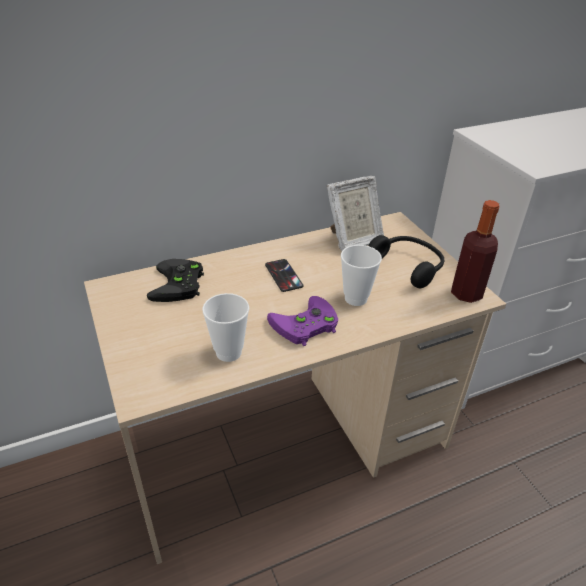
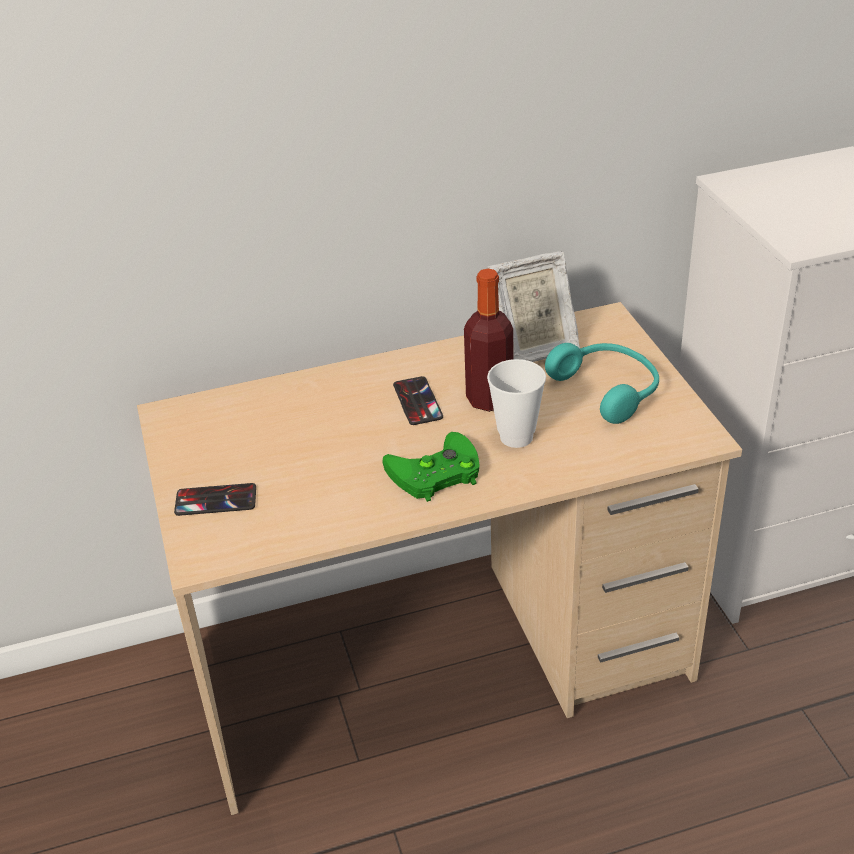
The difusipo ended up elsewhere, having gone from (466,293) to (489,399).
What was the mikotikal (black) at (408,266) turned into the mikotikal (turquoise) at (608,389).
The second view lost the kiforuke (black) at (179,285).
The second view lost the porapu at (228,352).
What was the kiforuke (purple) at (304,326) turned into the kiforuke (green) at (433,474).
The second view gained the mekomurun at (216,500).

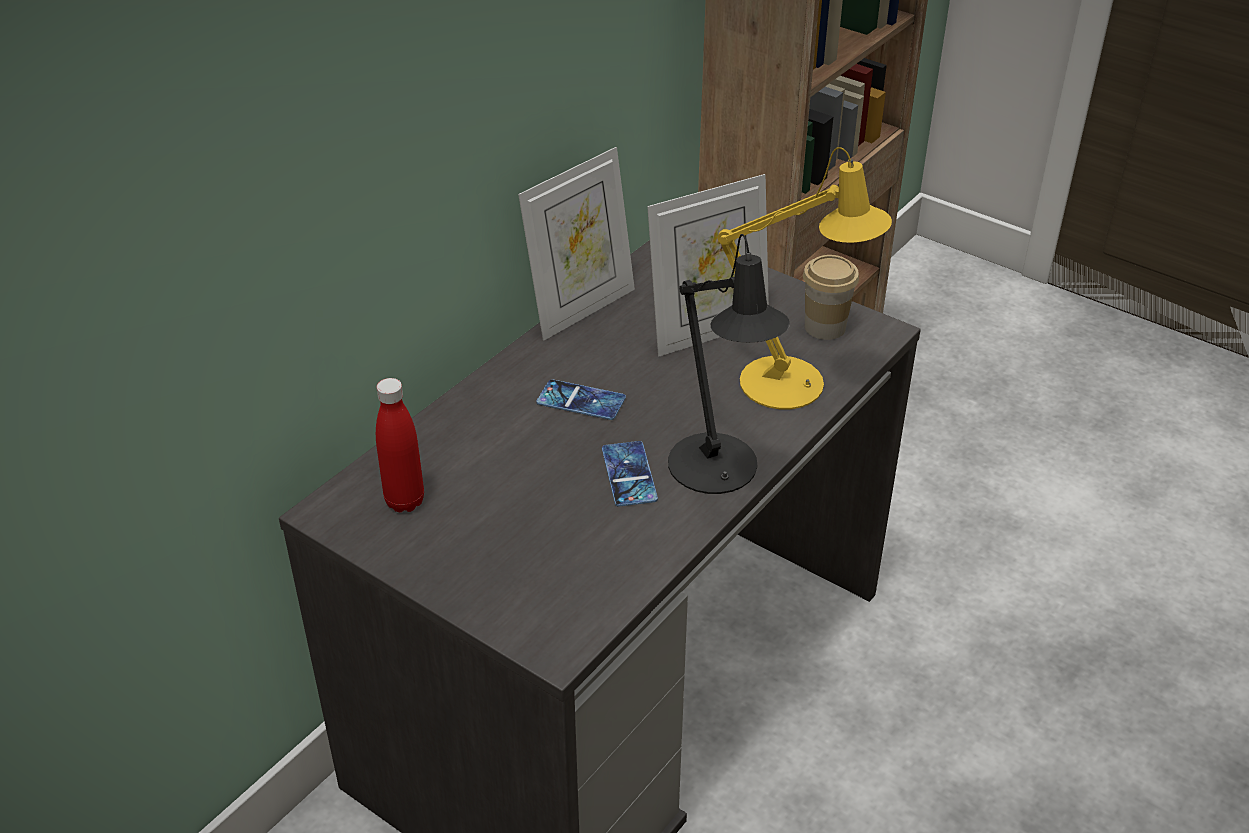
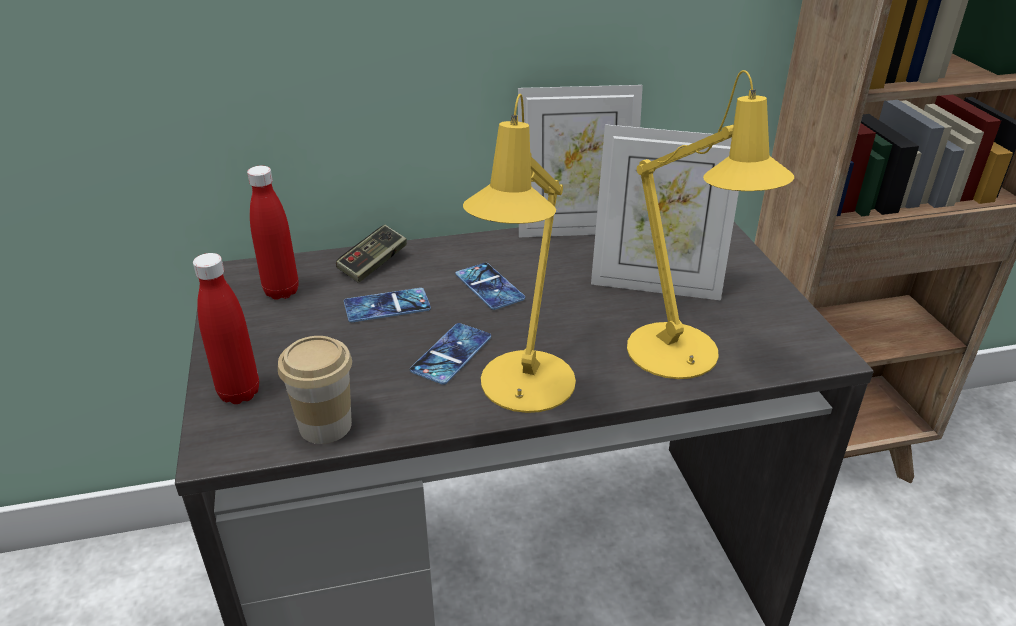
What was the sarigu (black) at (718,472) turned into the sarigu (yellow) at (523,390).
The porapu ended up elsewhere, having gone from (825,327) to (325,425).
The second view gained the kiforuke at (373,264).
The second view gained the difusipo (red) at (239,393).
The second view gained the mekomurun at (387,306).

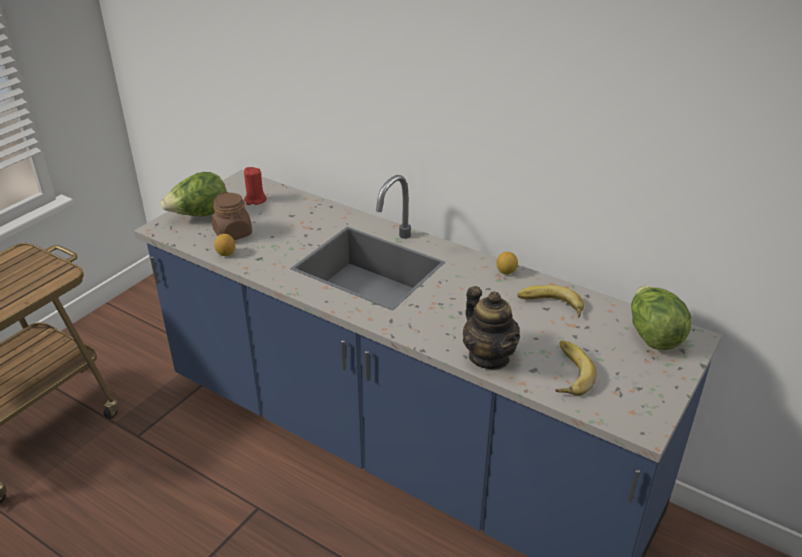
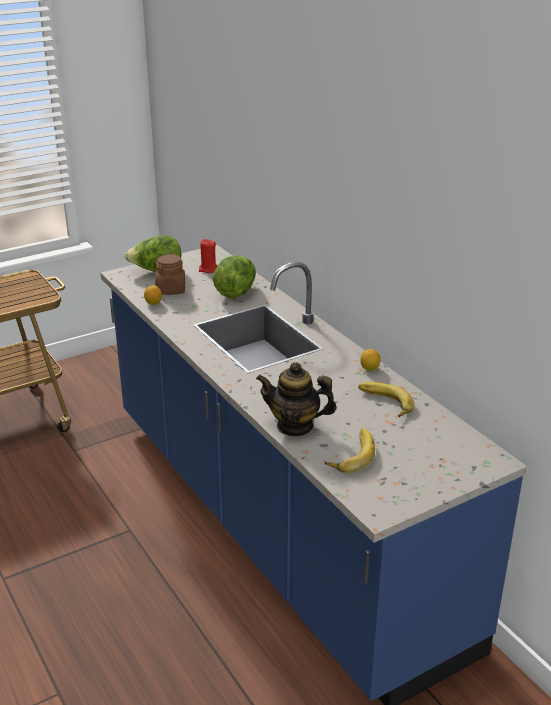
The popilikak at (489,357) ended up facing another way, 105 degrees clockwise from before.
The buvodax ended up elsewhere, having gone from (652,335) to (236,291).

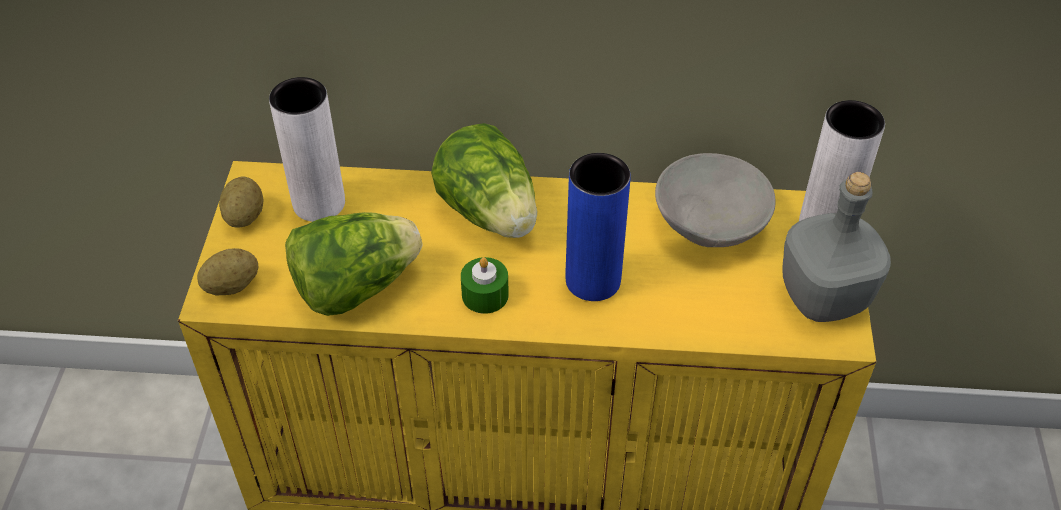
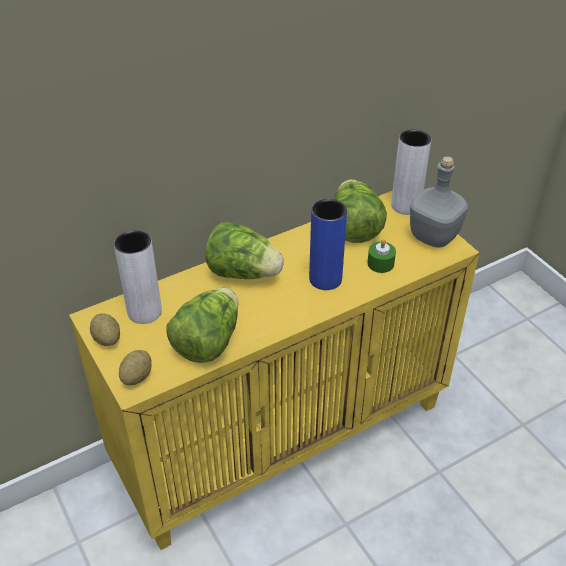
Where the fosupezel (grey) stood at (710,223), the buvodax came to stand at (354,228).
The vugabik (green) ended up elsewhere, having gone from (485,295) to (380,263).

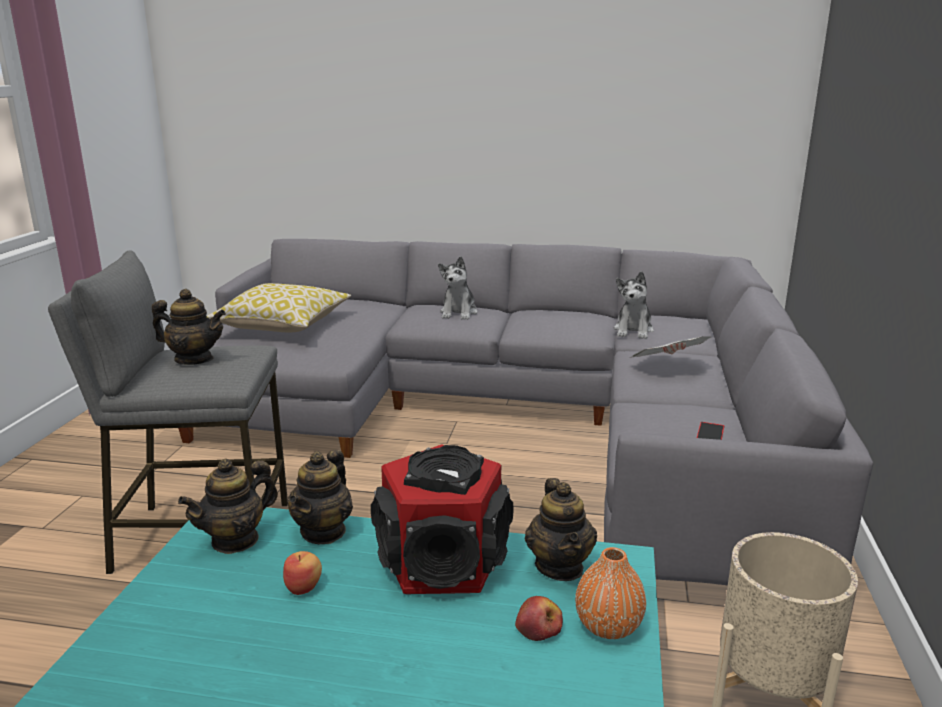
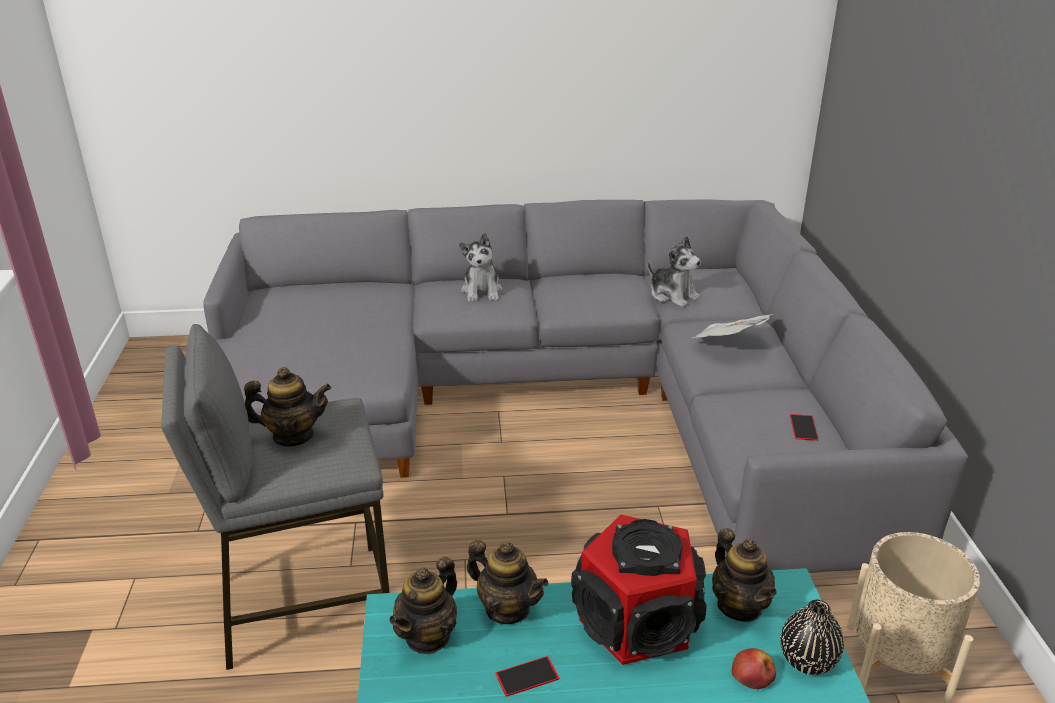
The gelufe at (633,331) ended up facing another way, 45 degrees counterclockwise from before.
The second view lost the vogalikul at (283,325).
The popilikak at (323,531) ended up facing another way, 60 degrees counterclockwise from before.
What was the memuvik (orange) at (608,626) turned into the memuvik (black) at (807,661).
Where the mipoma stood at (303,587), the mekomurun came to stand at (527,676).

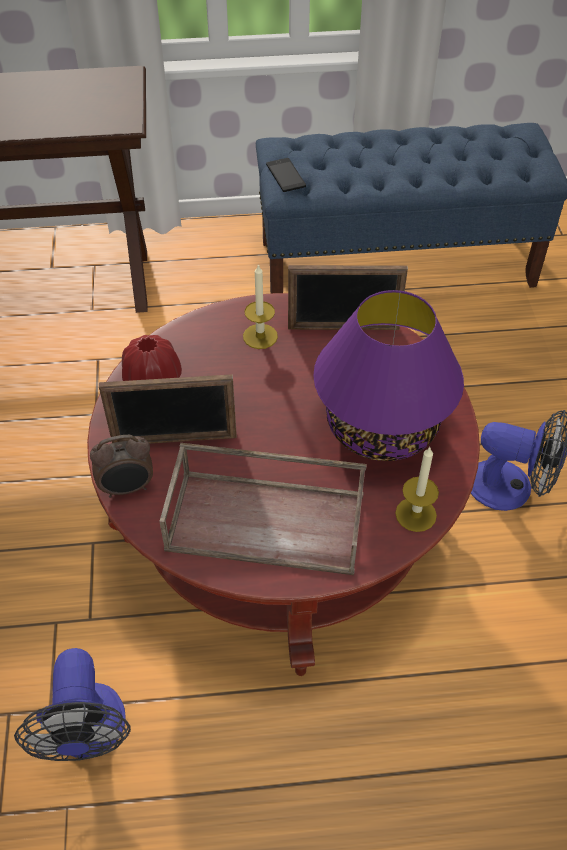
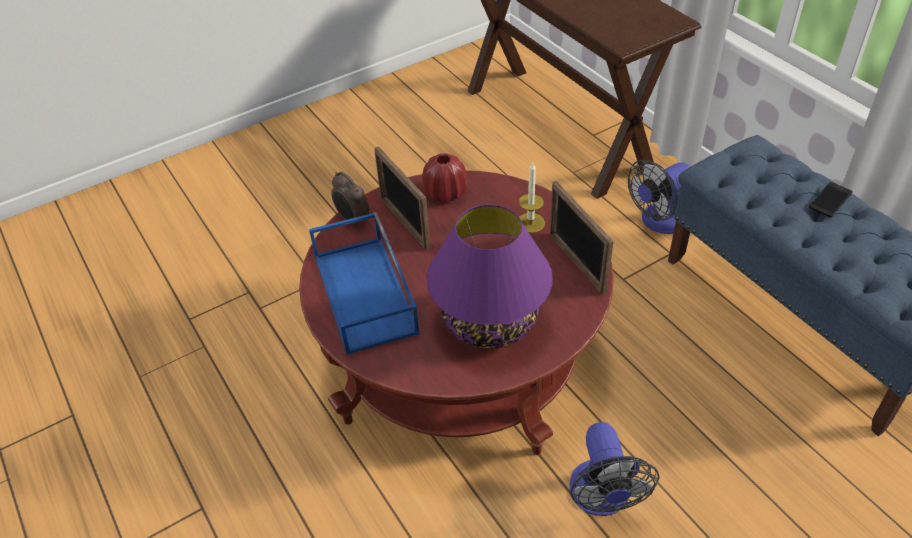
The mekomurun ended up elsewhere, having gone from (285,175) to (830,200).
What was the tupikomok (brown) at (268,520) turned into the tupikomok (blue) at (366,294).
The second view lost the vugabik at (415,514).
The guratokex ended up elsewhere, having gone from (89,735) to (658,222).

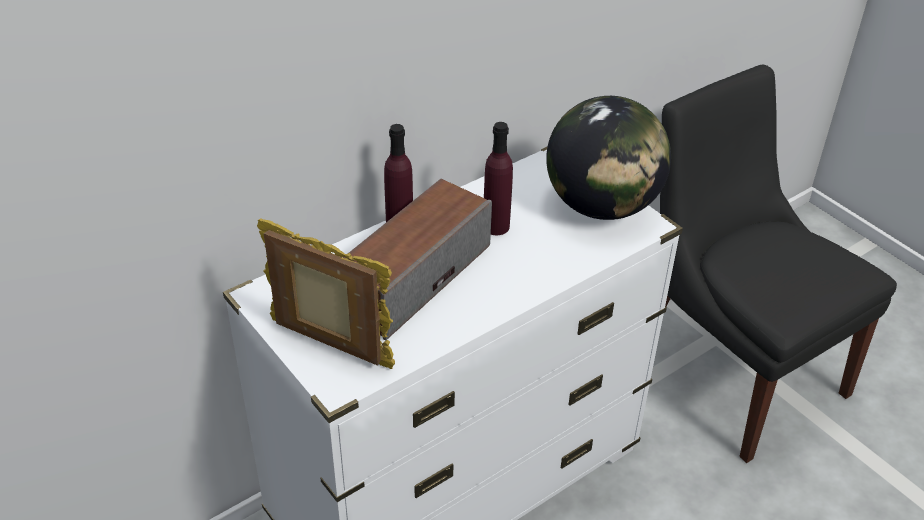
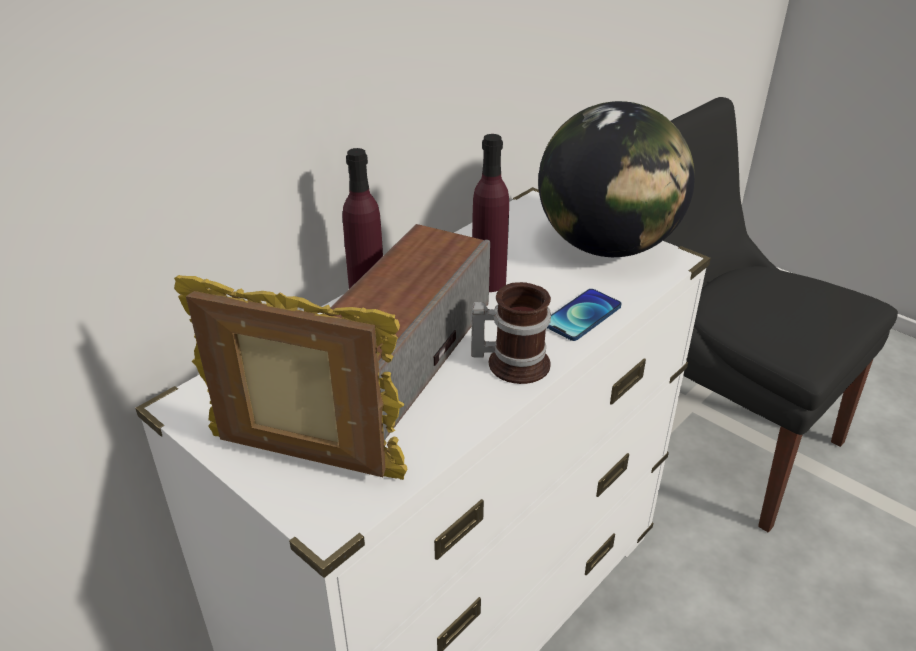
The second view gained the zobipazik at (512,362).
The second view gained the mekomurun at (582,316).

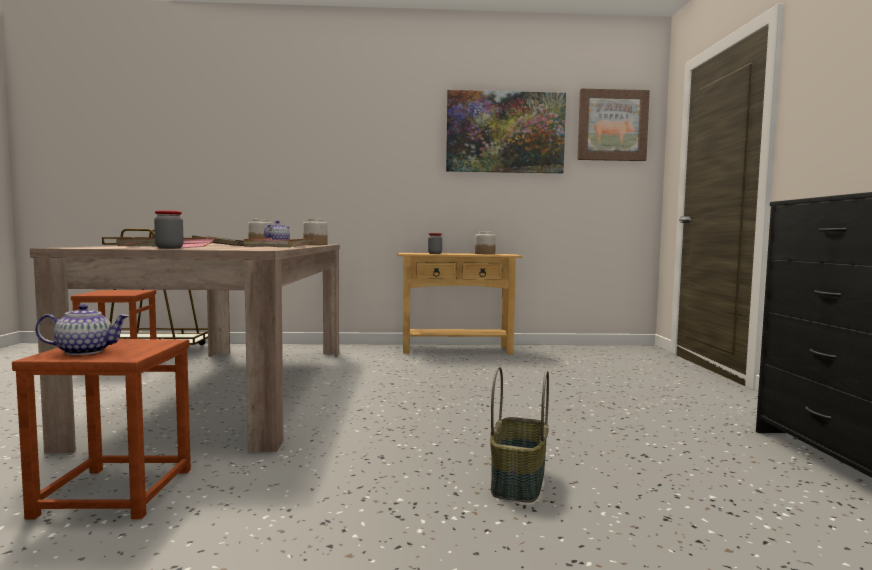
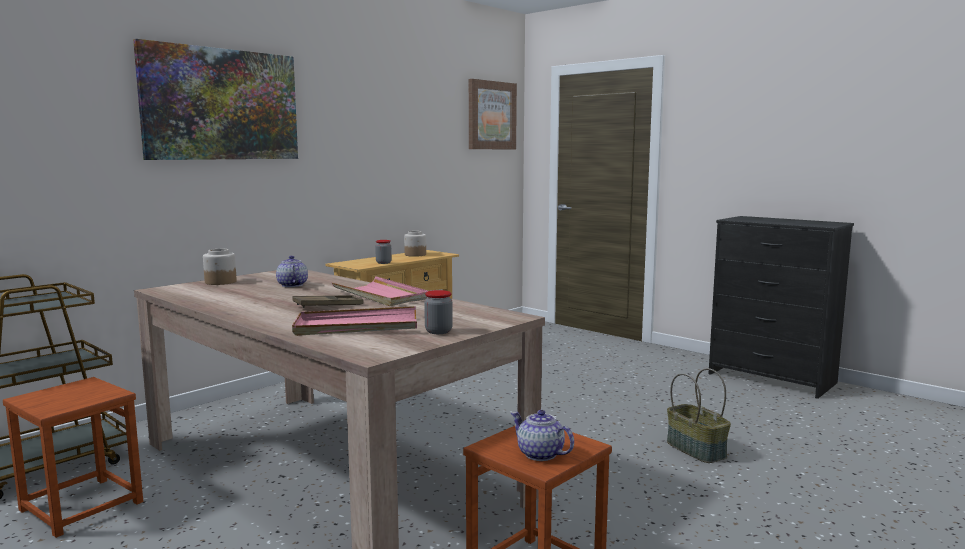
The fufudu ended up elsewhere, having gone from (505,132) to (222,104).
The second view lost the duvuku at (315,244).
The popilikak at (85,351) ended up facing another way, 75 degrees counterclockwise from before.

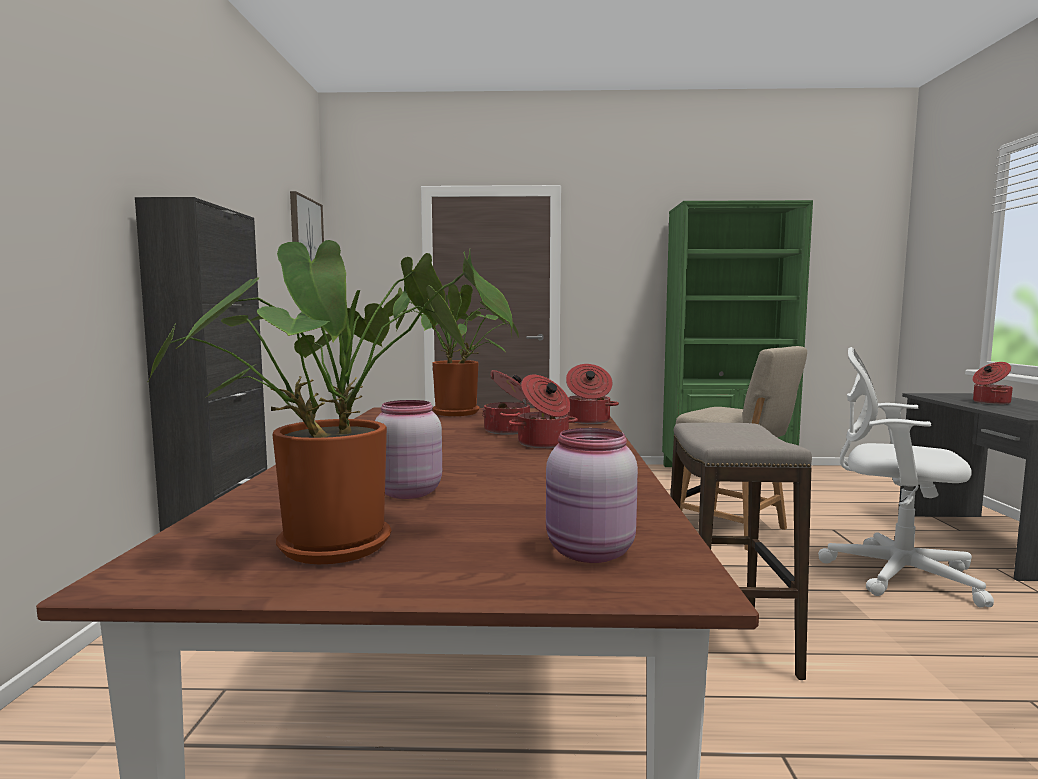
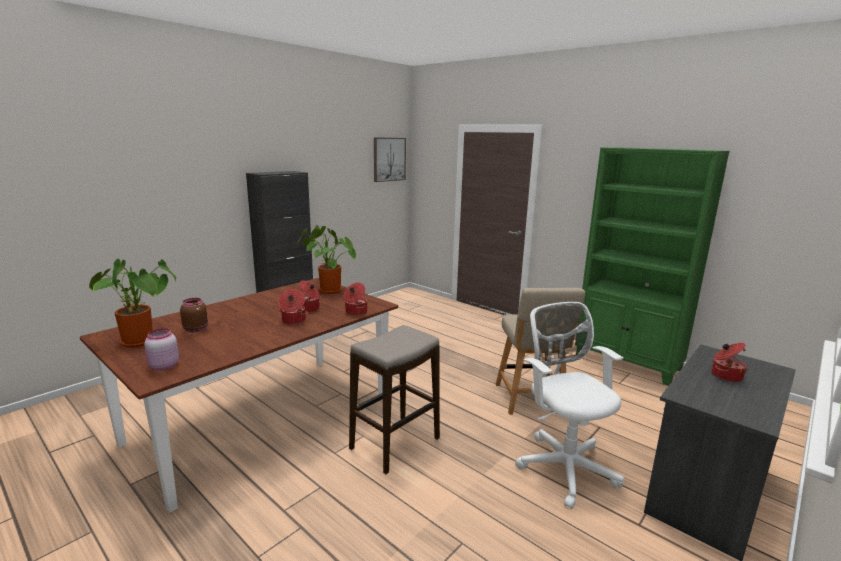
What was the duvuku (pink) at (407,492) turned into the duvuku (brown) at (196,329).

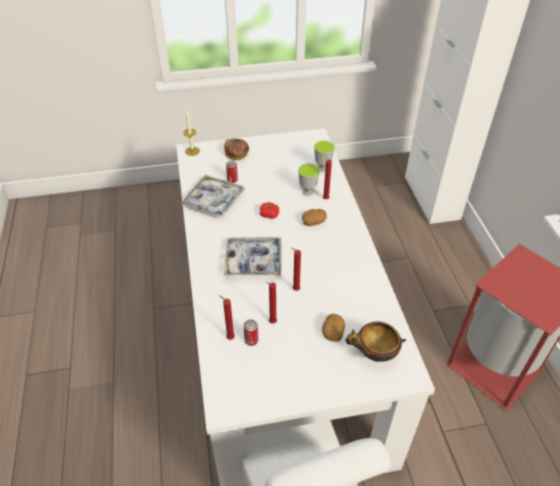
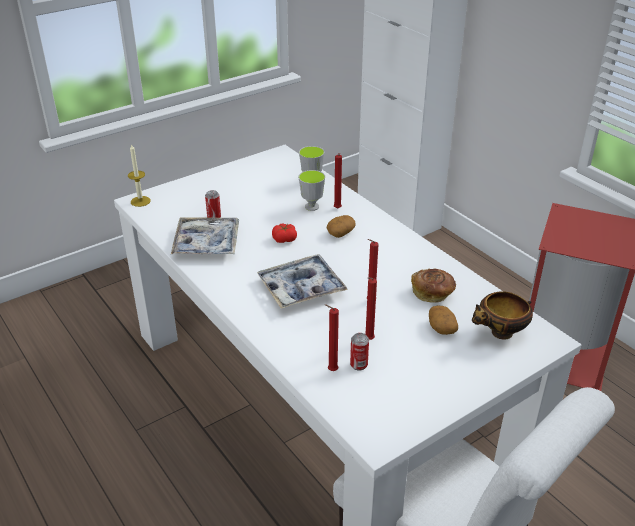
The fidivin ended up elsewhere, having gone from (237,155) to (432,293).

